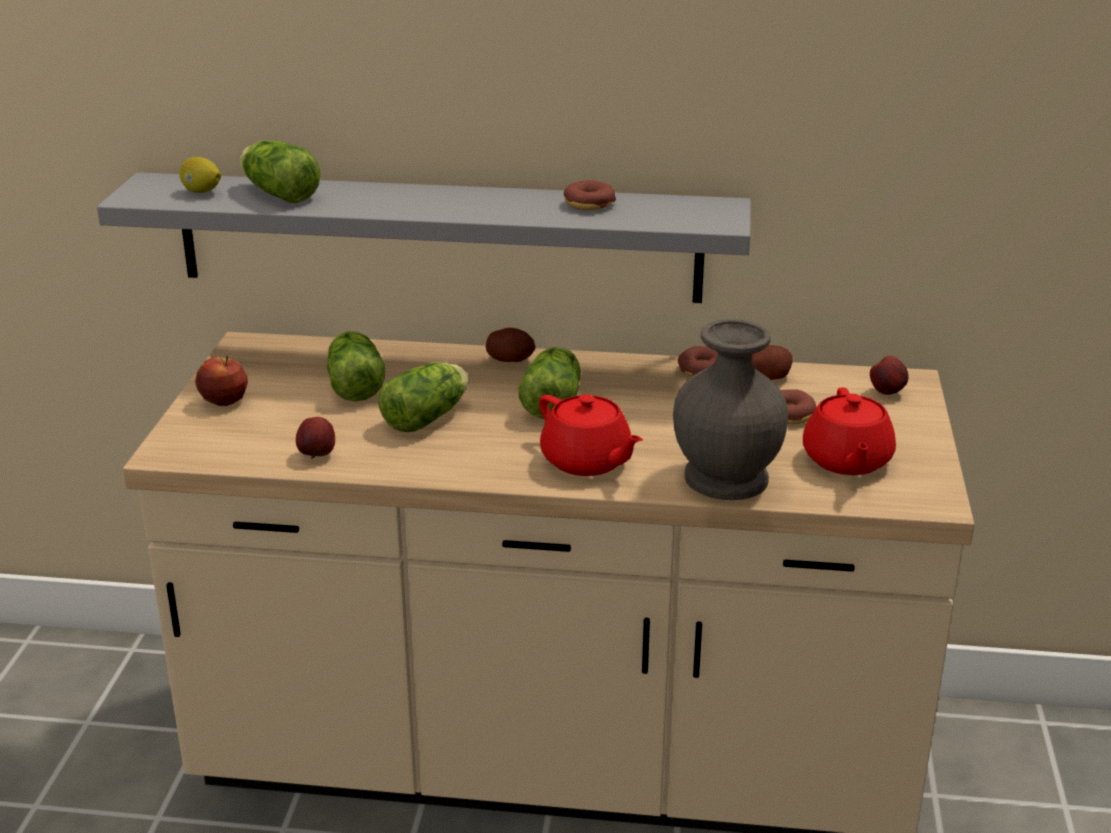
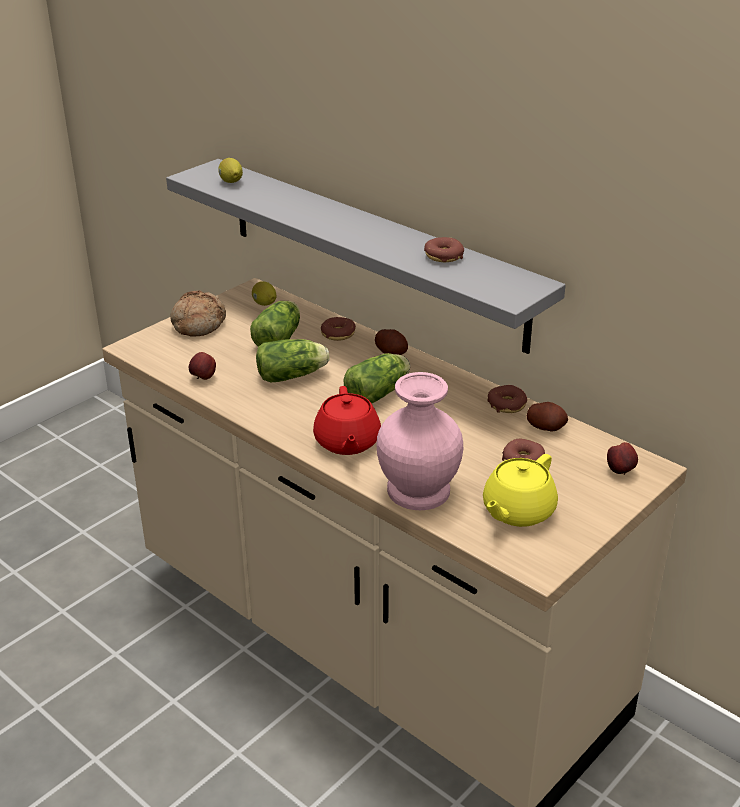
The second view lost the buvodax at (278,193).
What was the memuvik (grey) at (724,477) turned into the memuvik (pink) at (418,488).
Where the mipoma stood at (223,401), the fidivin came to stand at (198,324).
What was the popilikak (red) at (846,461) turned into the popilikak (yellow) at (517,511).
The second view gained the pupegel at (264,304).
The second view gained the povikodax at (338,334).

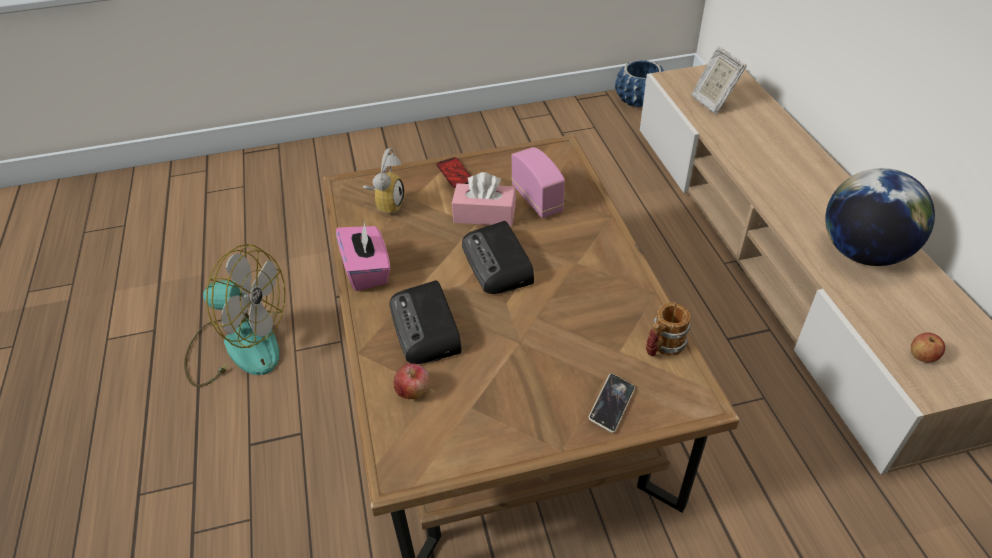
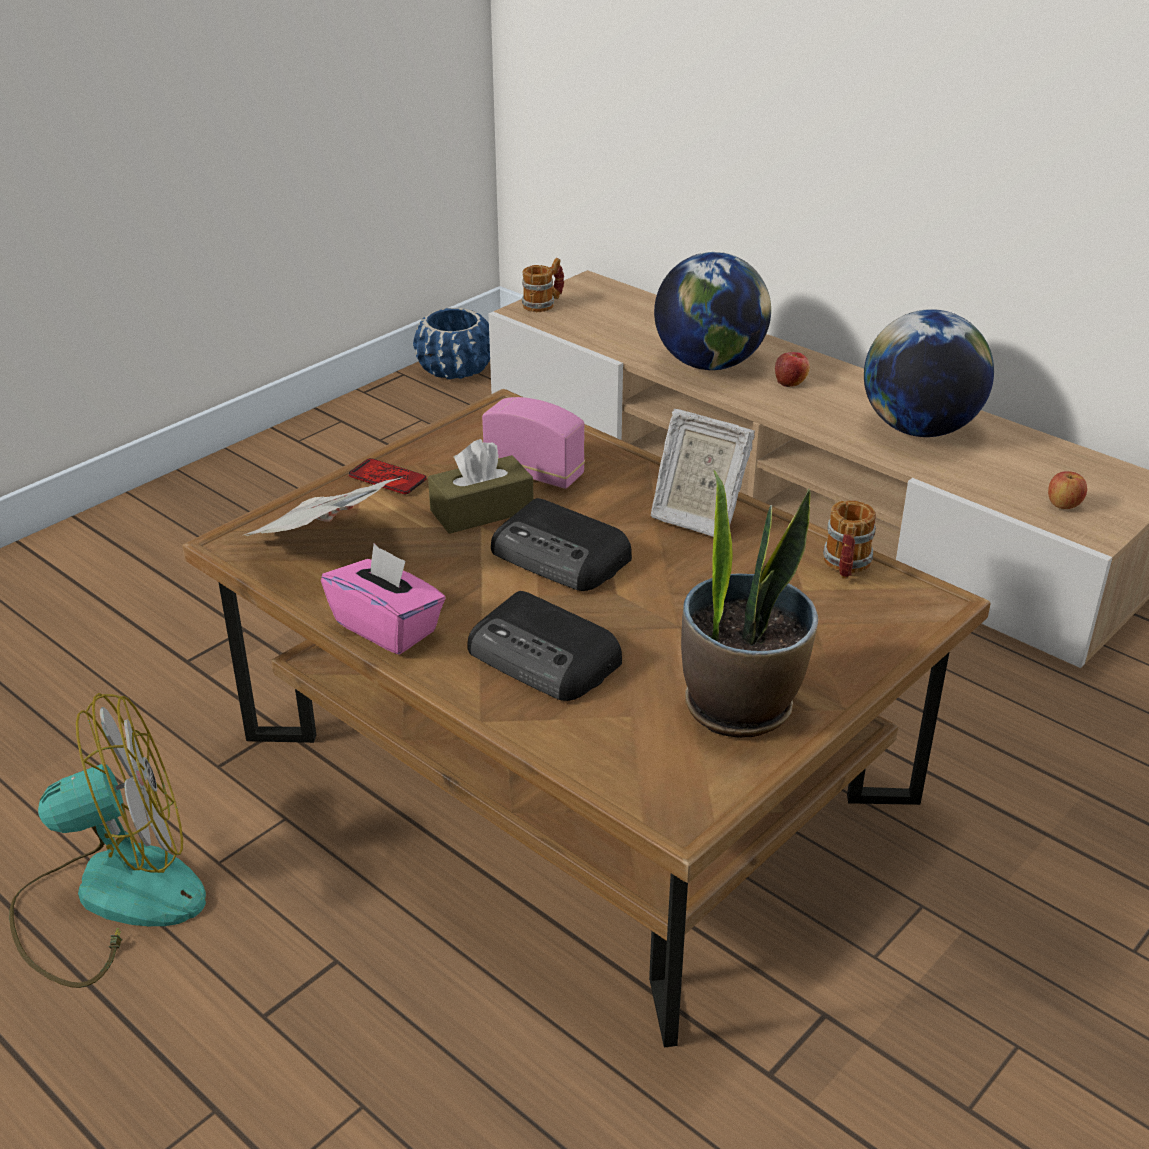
The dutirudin ended up elsewhere, having gone from (712,102) to (696,517).
Where the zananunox stood at (386,204), the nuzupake came to stand at (326,544).
What was the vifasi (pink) at (484,214) turned into the vifasi (brown) at (482,511).
The mipoma ended up elsewhere, having gone from (413,391) to (790,381).
The second view lost the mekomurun at (611,405).
The second view gained the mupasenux at (709,364).
The second view gained the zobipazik at (544,304).
The second view gained the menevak at (740,705).

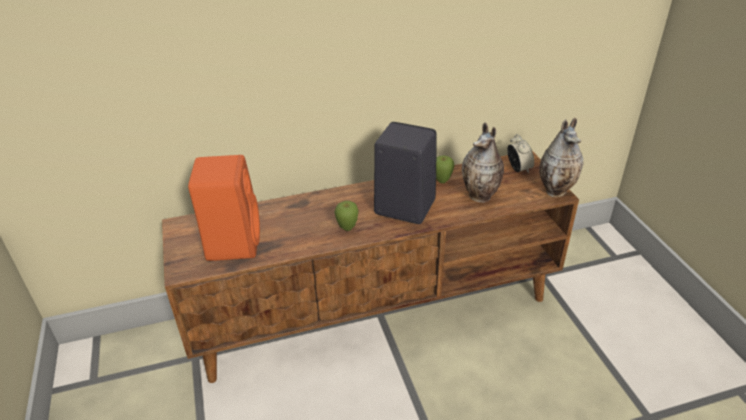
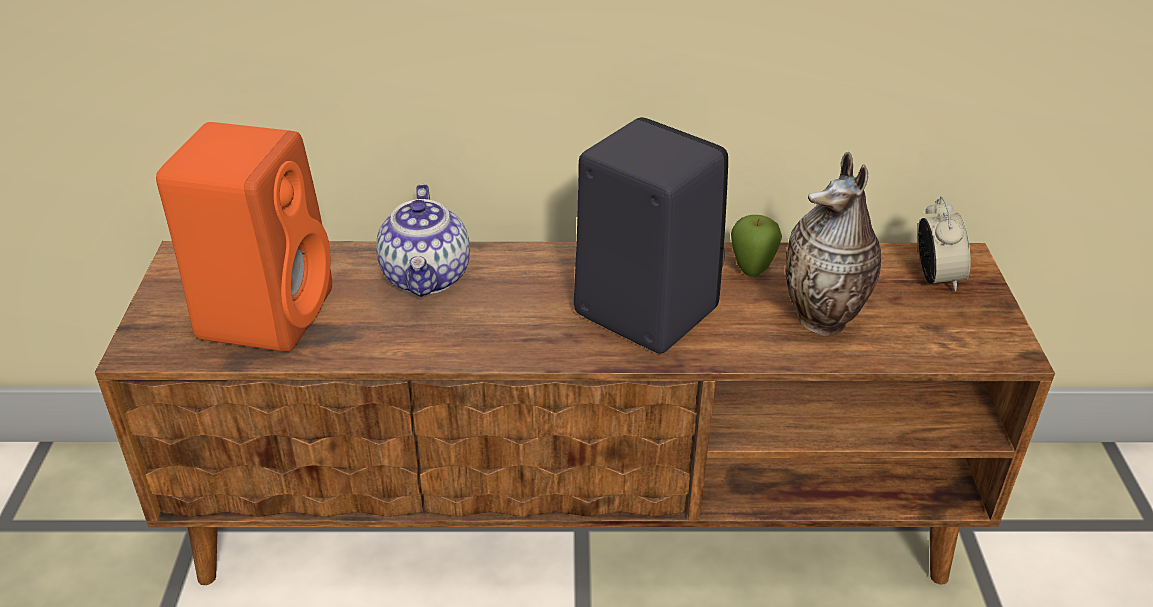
The second view lost the memuvik at (556,190).
The second view lost the mipoma at (347,228).
The second view gained the popilikak at (427,277).

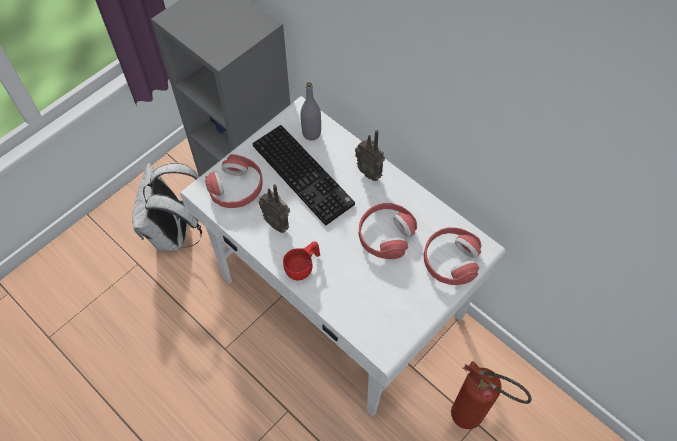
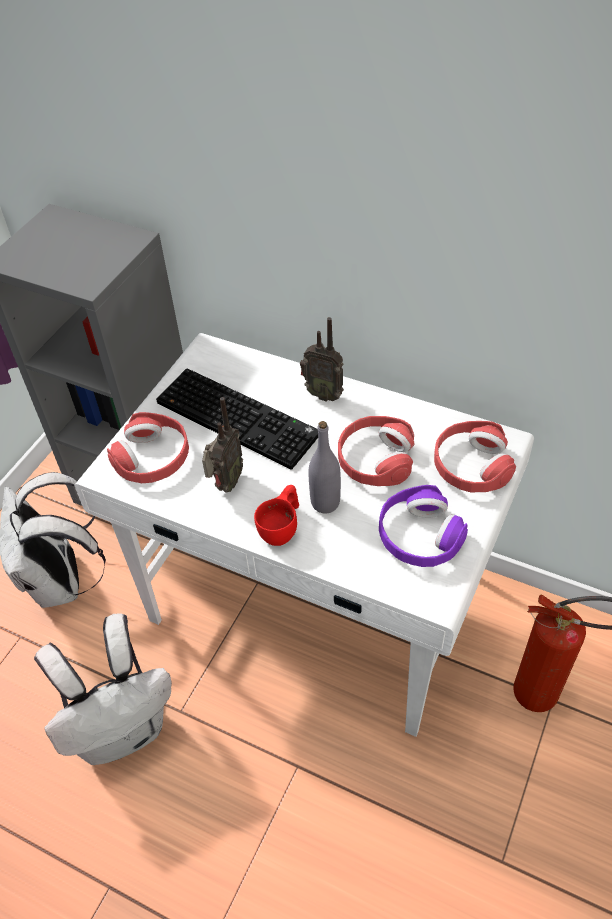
The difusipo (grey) ended up elsewhere, having gone from (311,134) to (325,503).
The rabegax at (277,223) ended up facing another way, 90 degrees counterclockwise from before.
The second view gained the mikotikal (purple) at (419,536).
The second view gained the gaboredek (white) at (123,729).

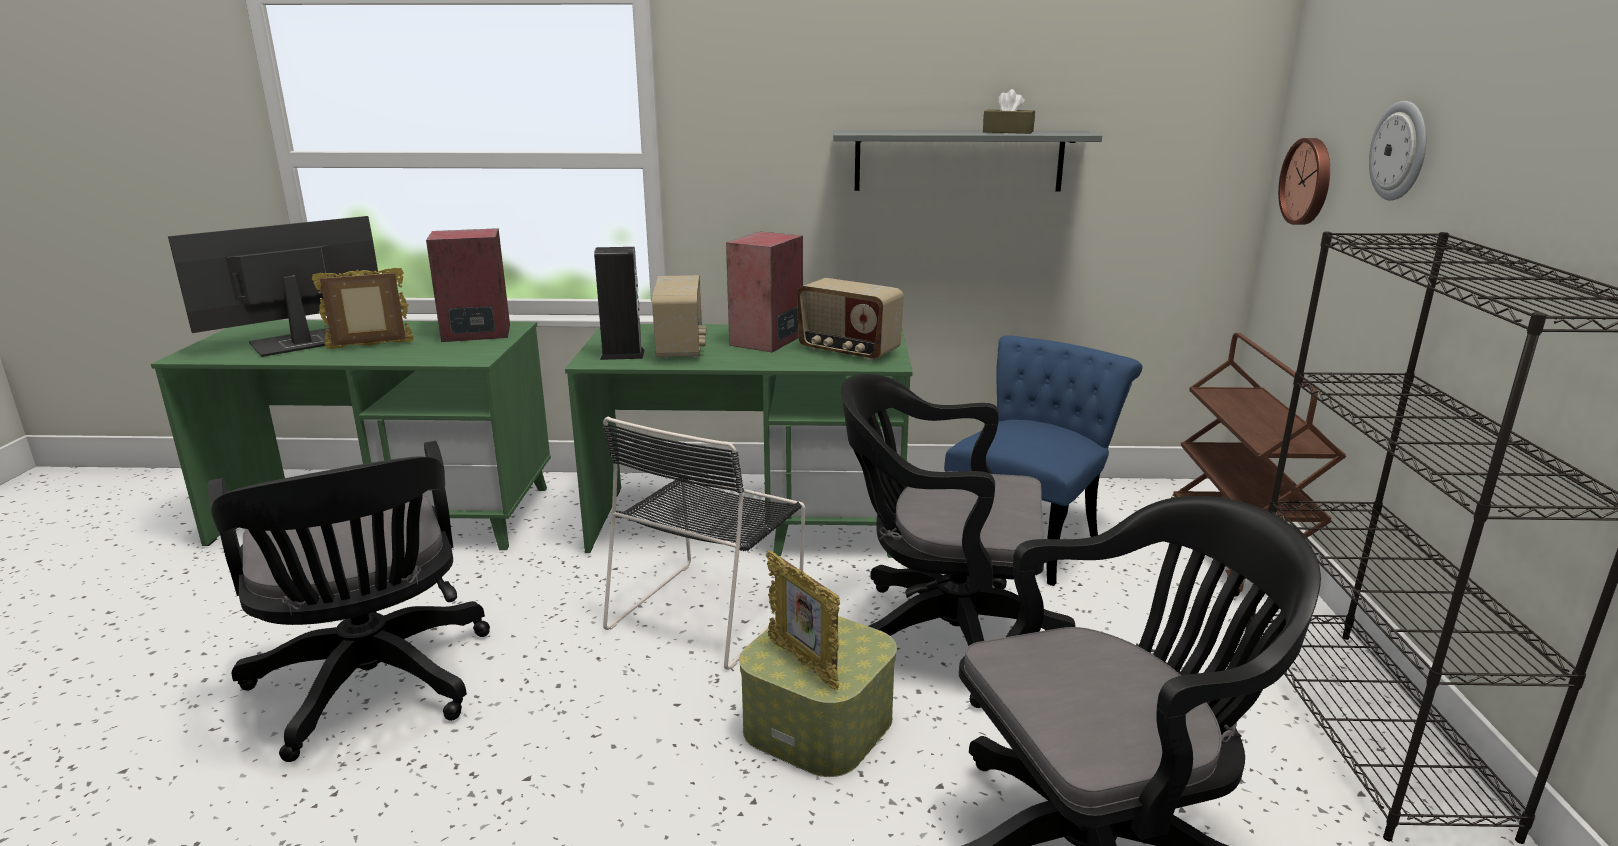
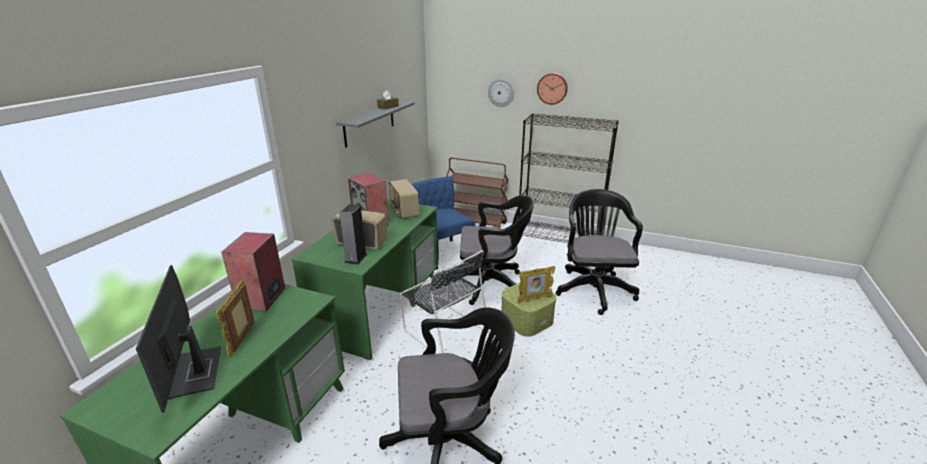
The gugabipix ended up elsewhere, having gone from (1308,181) to (552,88).
The rabegax at (848,351) ended up facing another way, 105 degrees clockwise from before.
The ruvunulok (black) at (942,635) ended up facing another way, 120 degrees counterclockwise from before.

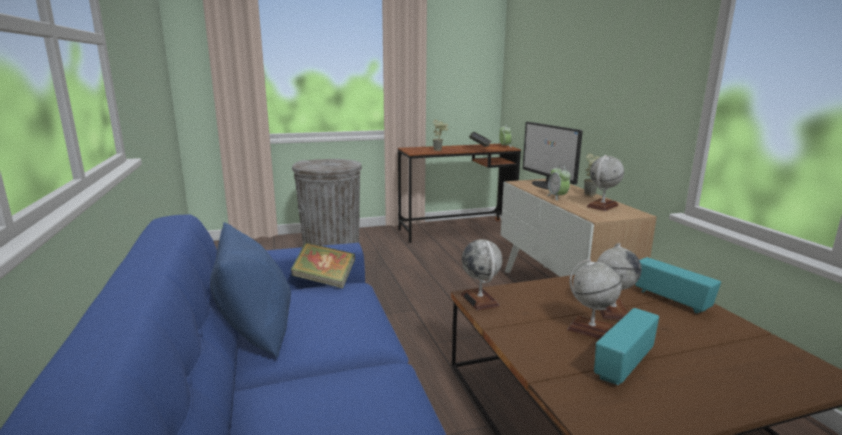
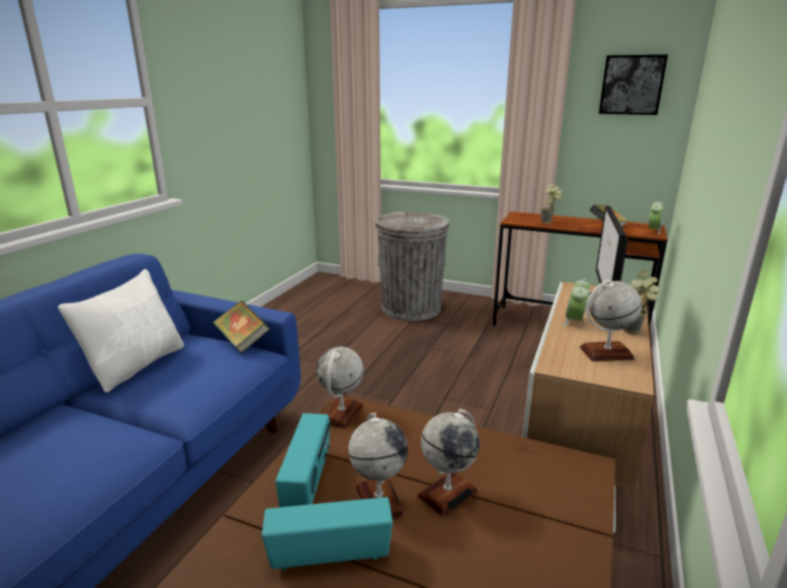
What was the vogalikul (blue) at (256,330) turned into the vogalikul (white) at (137,365).
The rabegax ended up elsewhere, having gone from (671,300) to (308,481).
The second view gained the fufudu at (632,85).

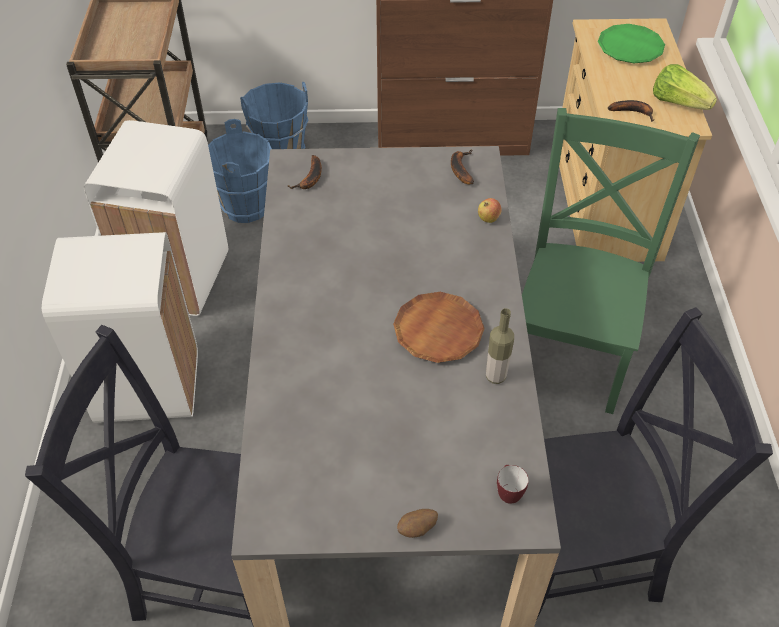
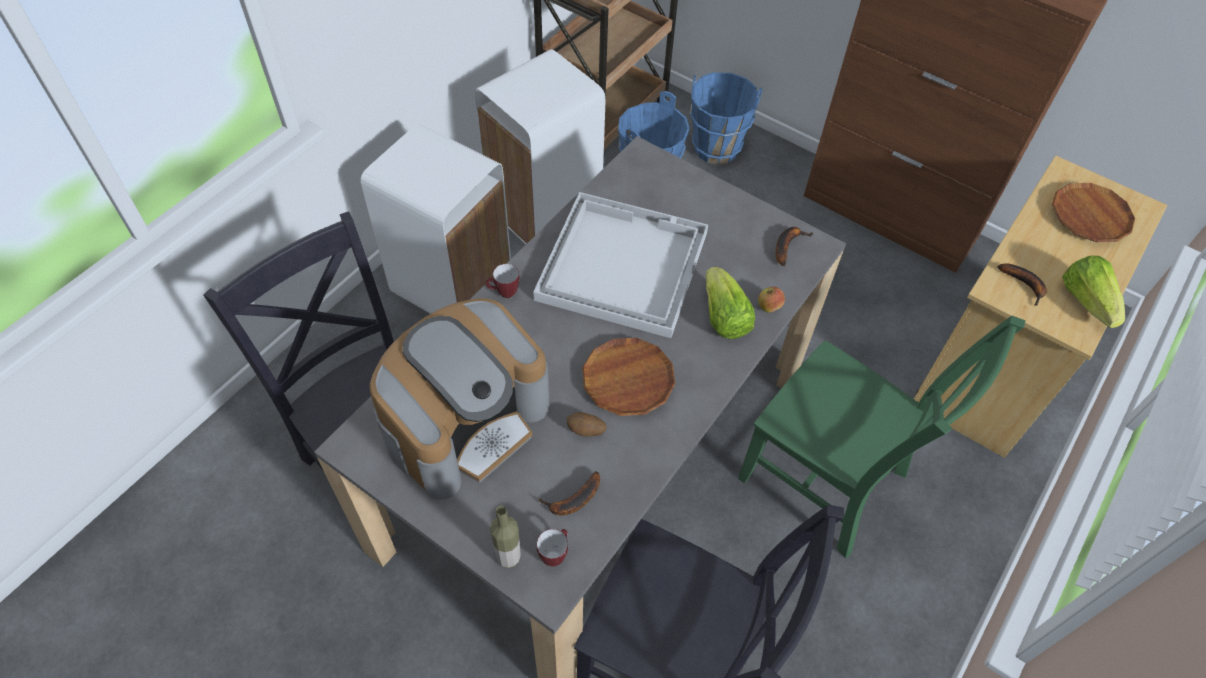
What was the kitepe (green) at (630,48) turned into the kitepe (brown) at (1089,216).
The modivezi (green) at (571,349) ended up facing another way, 75 degrees clockwise from before.
The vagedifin ended up elsewhere, having gone from (310,179) to (572,501).
The difusipo ended up elsewhere, having gone from (495,376) to (508,557).
The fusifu ended up elsewhere, having gone from (417,529) to (586,431).
The second view gained the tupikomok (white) at (621,264).
The second view gained the zobipazik at (503,293).
The second view gained the buvodax at (723,317).
The second view gained the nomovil at (466,421).

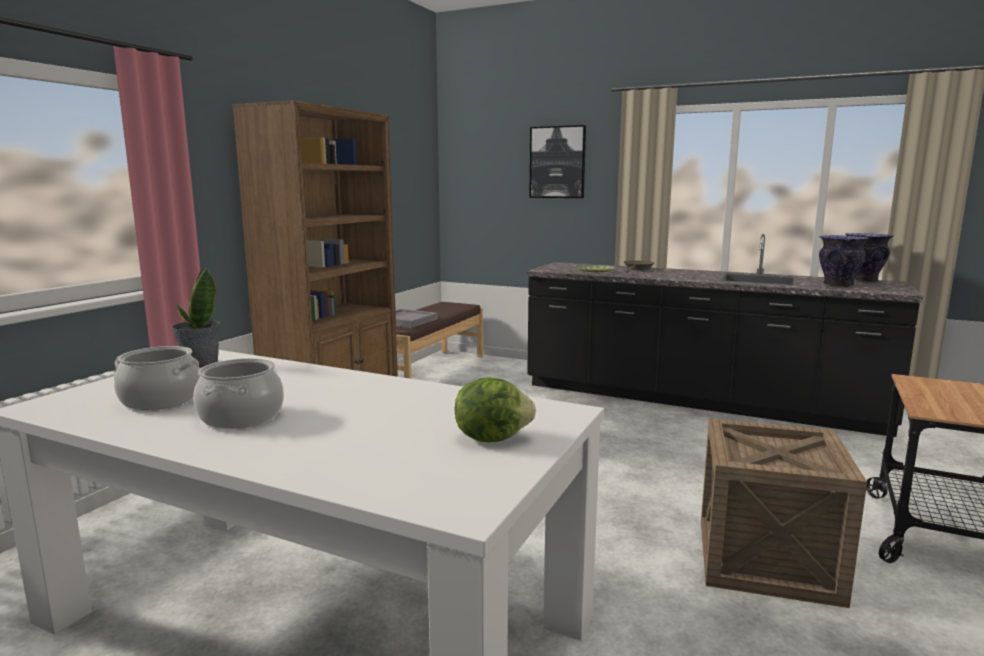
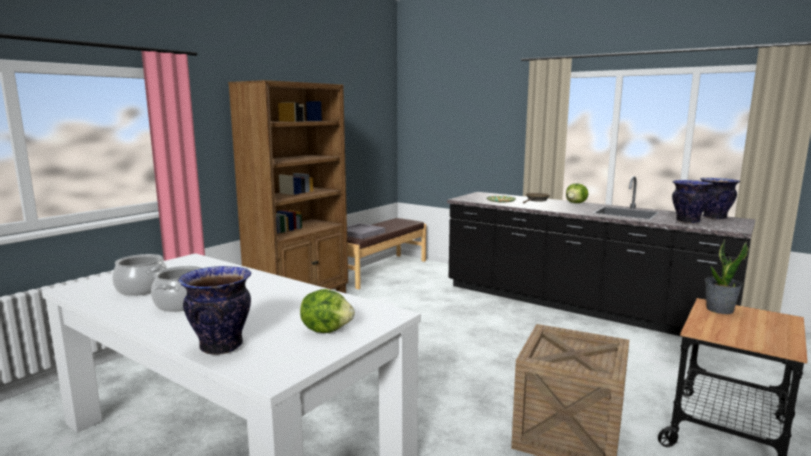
The second view lost the fufudu at (557,162).
The menevak ended up elsewhere, having gone from (200,363) to (719,310).
The second view gained the buvodax at (576,203).
The second view gained the memuvik at (220,346).

